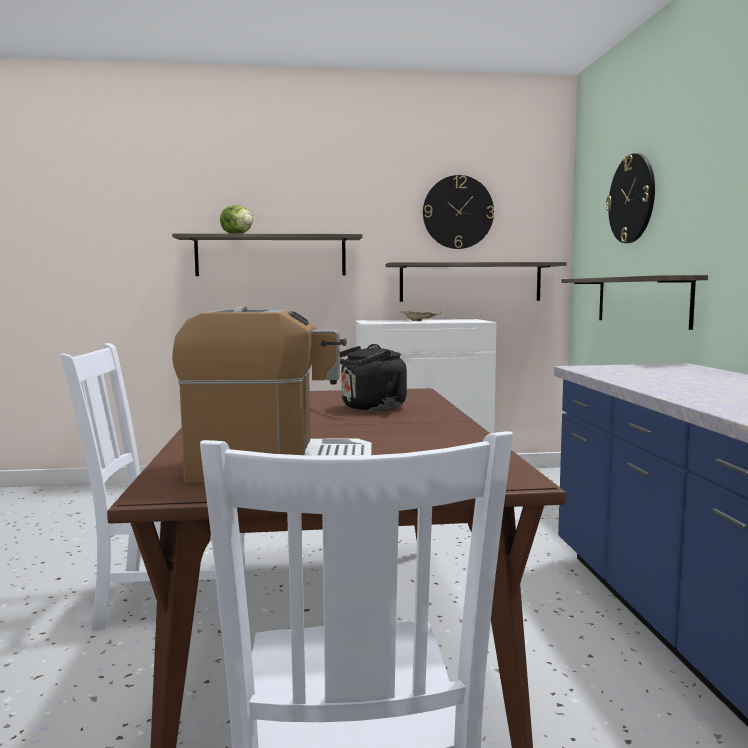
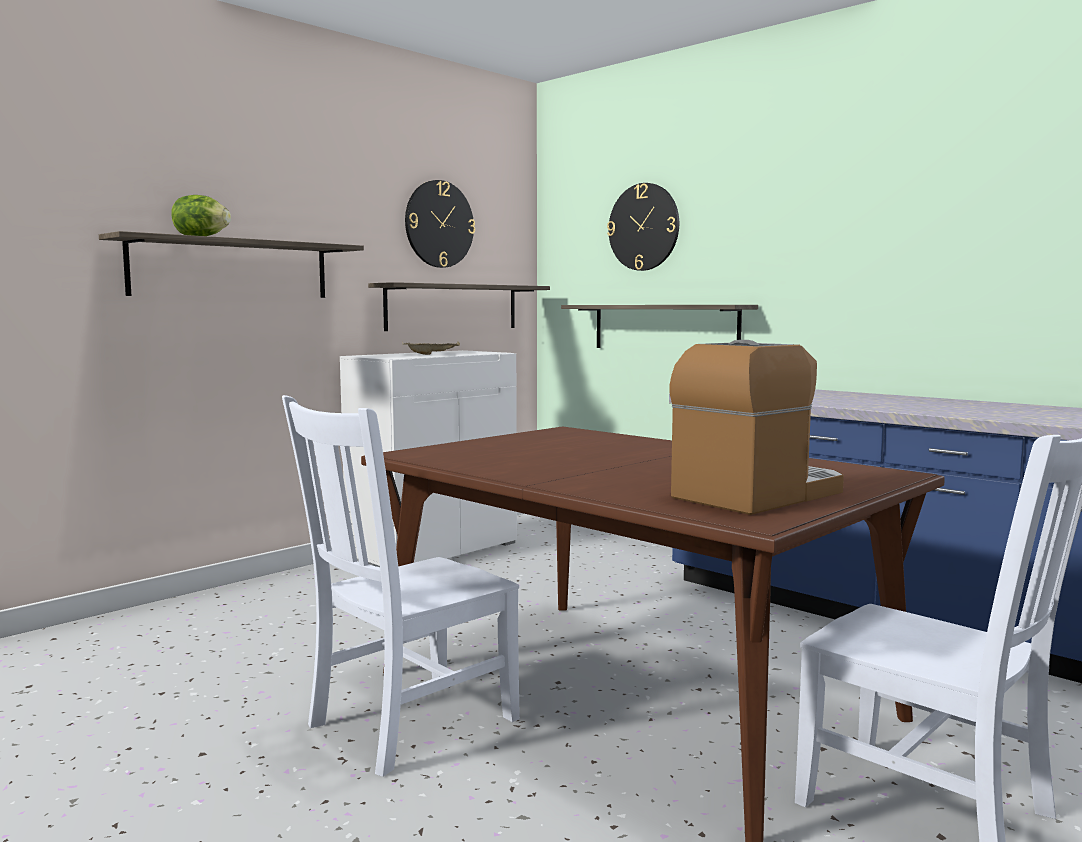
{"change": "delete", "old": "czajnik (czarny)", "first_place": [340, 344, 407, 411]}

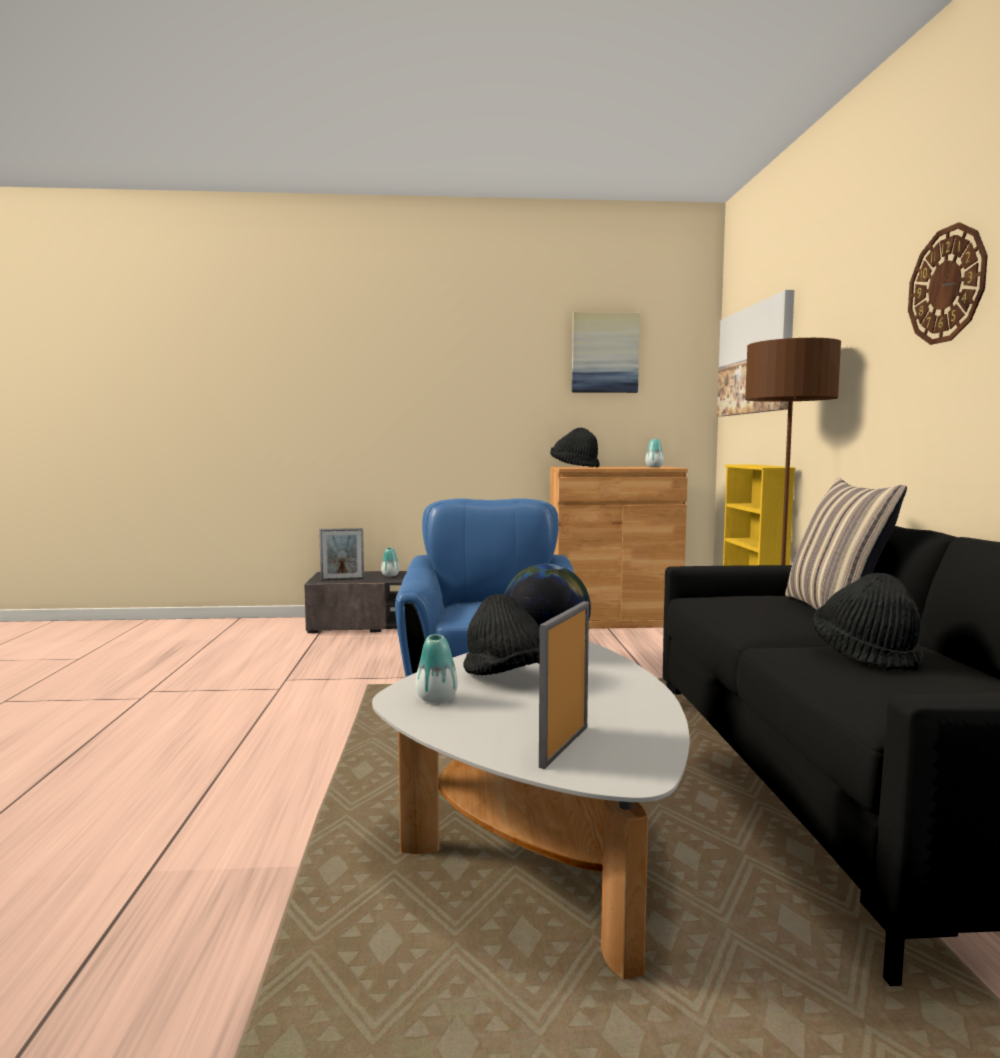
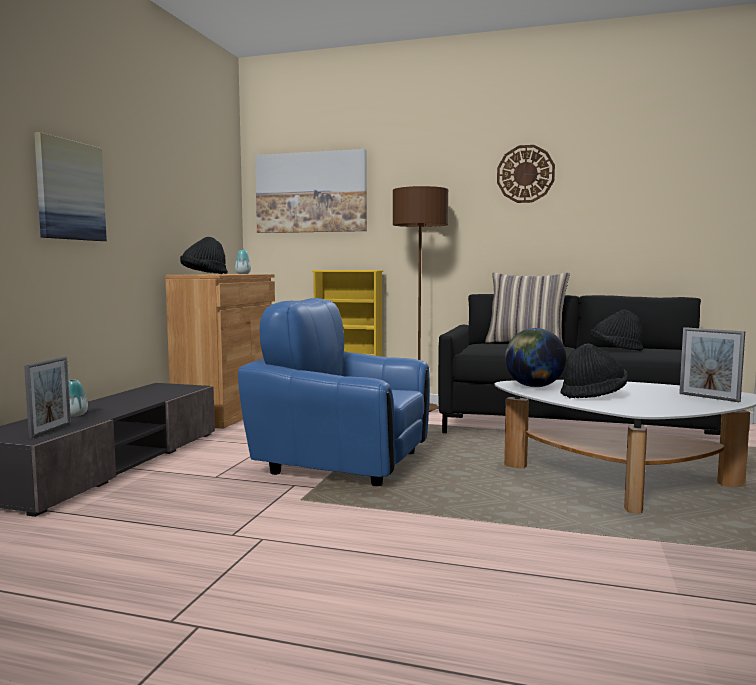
{"change": "move", "old": "obraz", "first_place": [572, 312, 640, 393], "second_place": [34, 132, 107, 241]}
{"change": "delete", "old": "wazon", "first_place": [416, 634, 458, 703]}

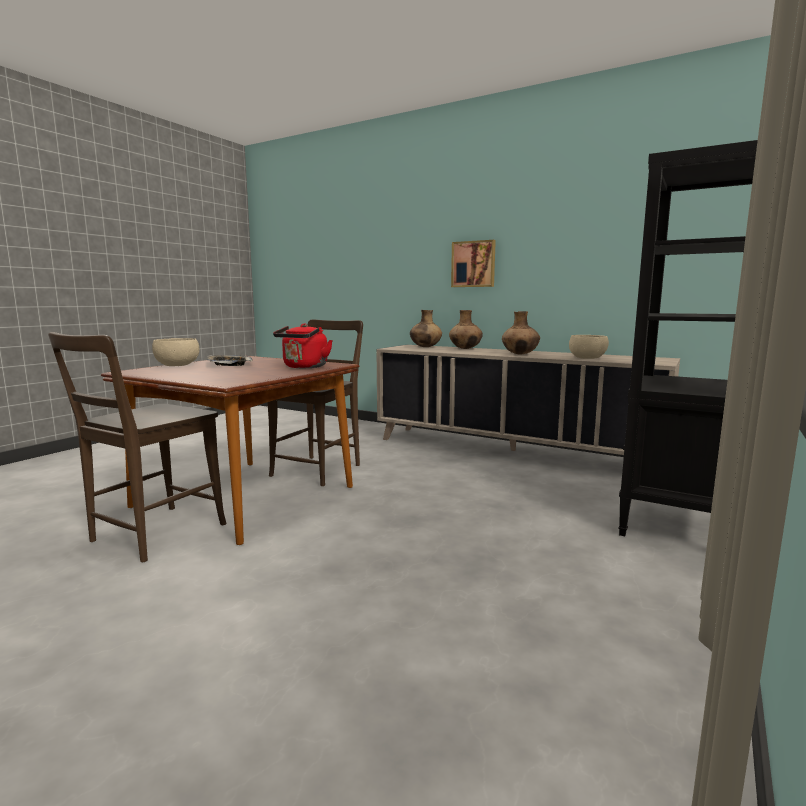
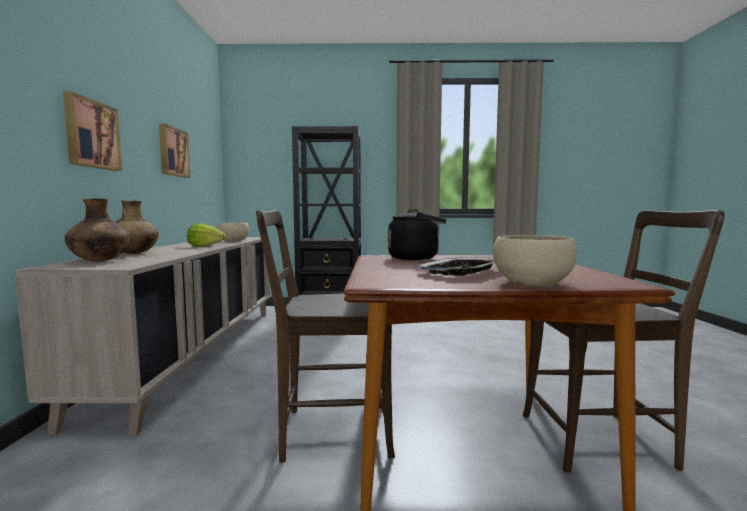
{"change": "insert", "new": "obraz", "second_place": [159, 124, 191, 178]}
{"change": "replace", "old": "wazon (brązowy)", "new": "sałata", "first_place": [502, 311, 540, 354], "second_place": [187, 223, 226, 247]}
{"change": "recolor", "old": "czajnik (czerwony)", "new": "czajnik (czarny)", "first_place": [273, 324, 333, 368], "second_place": [388, 209, 446, 260]}

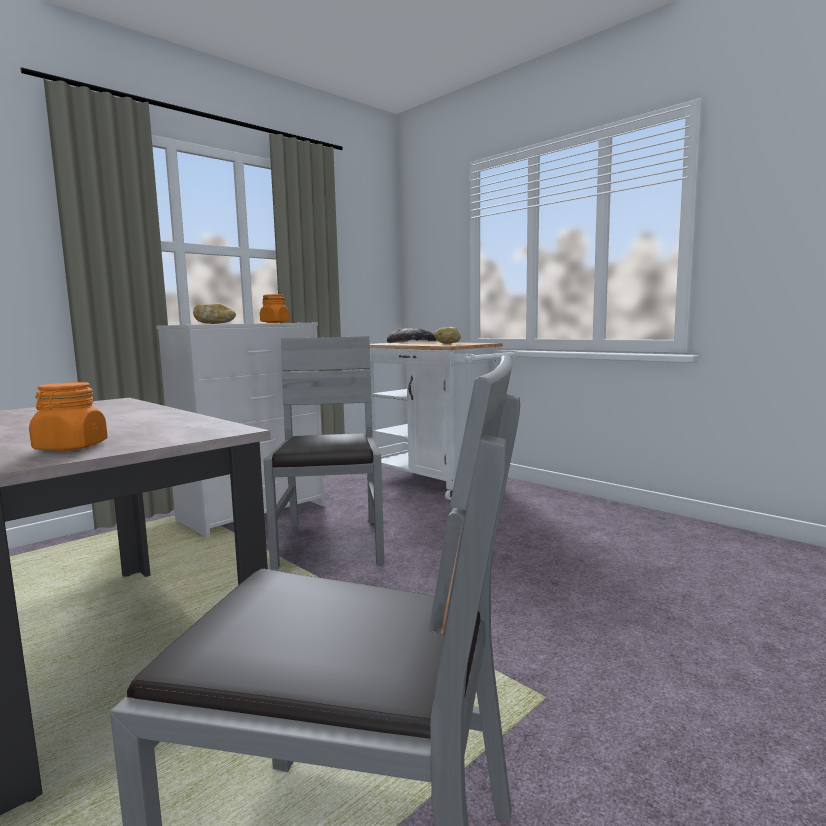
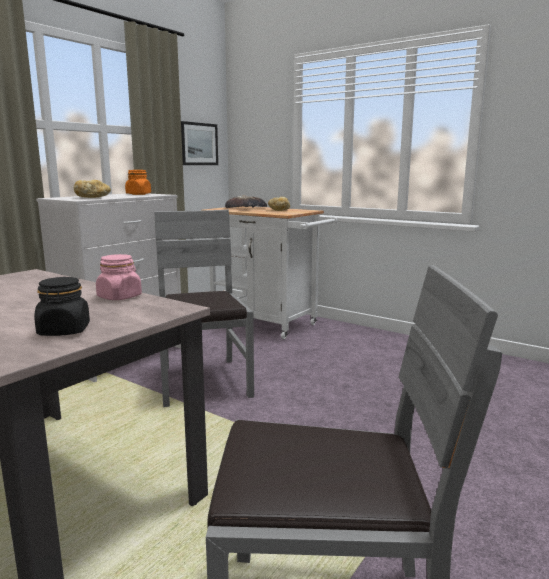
{"change": "recolor", "old": "słoik (pomarańczowy)", "new": "słoik (czarny)", "first_place": [29, 382, 108, 451], "second_place": [34, 277, 90, 336]}
{"change": "insert", "new": "słoik (różowy)", "second_place": [96, 254, 142, 300]}
{"change": "insert", "new": "obraz", "second_place": [181, 121, 218, 165]}

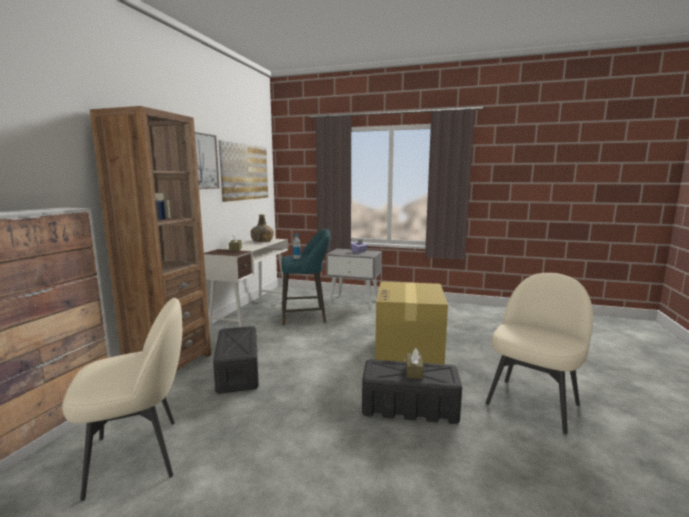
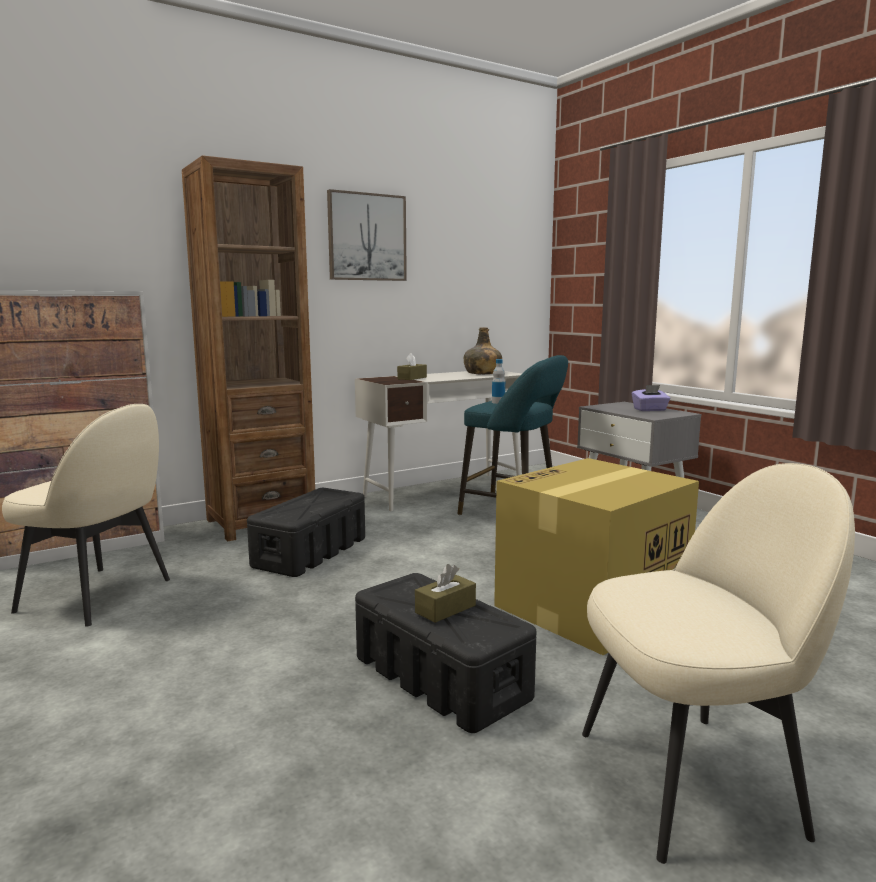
{"change": "delete", "old": "obraz", "first_place": [218, 140, 268, 202]}

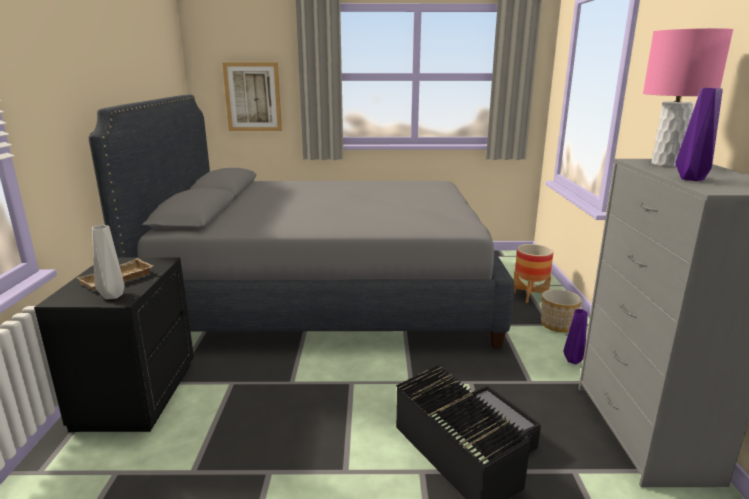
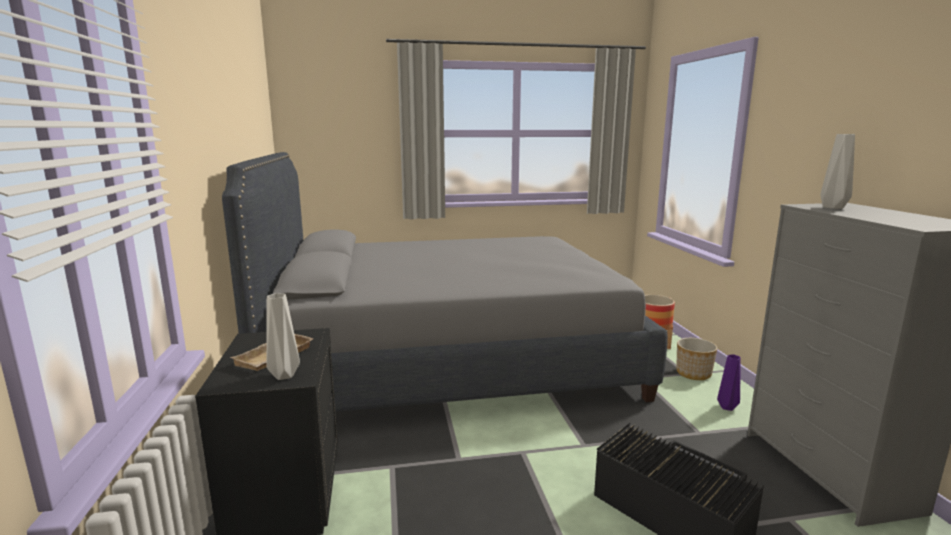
{"change": "replace", "old": "lampa stołowa (różowy)", "new": "wazon (szary)", "first_place": [643, 28, 733, 167], "second_place": [820, 134, 855, 209]}
{"change": "delete", "old": "obraz", "first_place": [222, 63, 282, 131]}
{"change": "delete", "old": "wazon (fioletowy)", "first_place": [675, 88, 723, 181]}

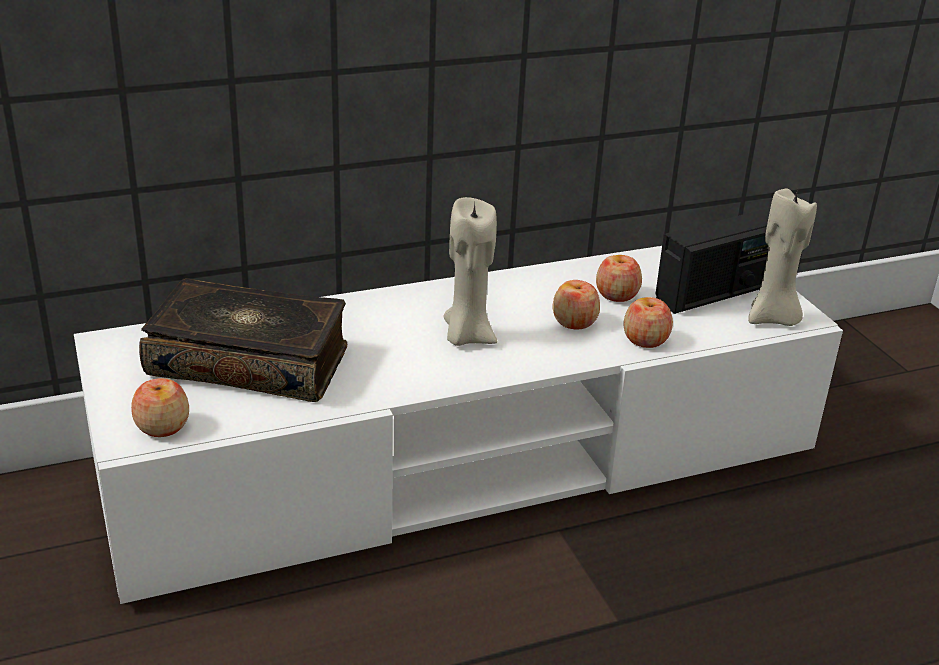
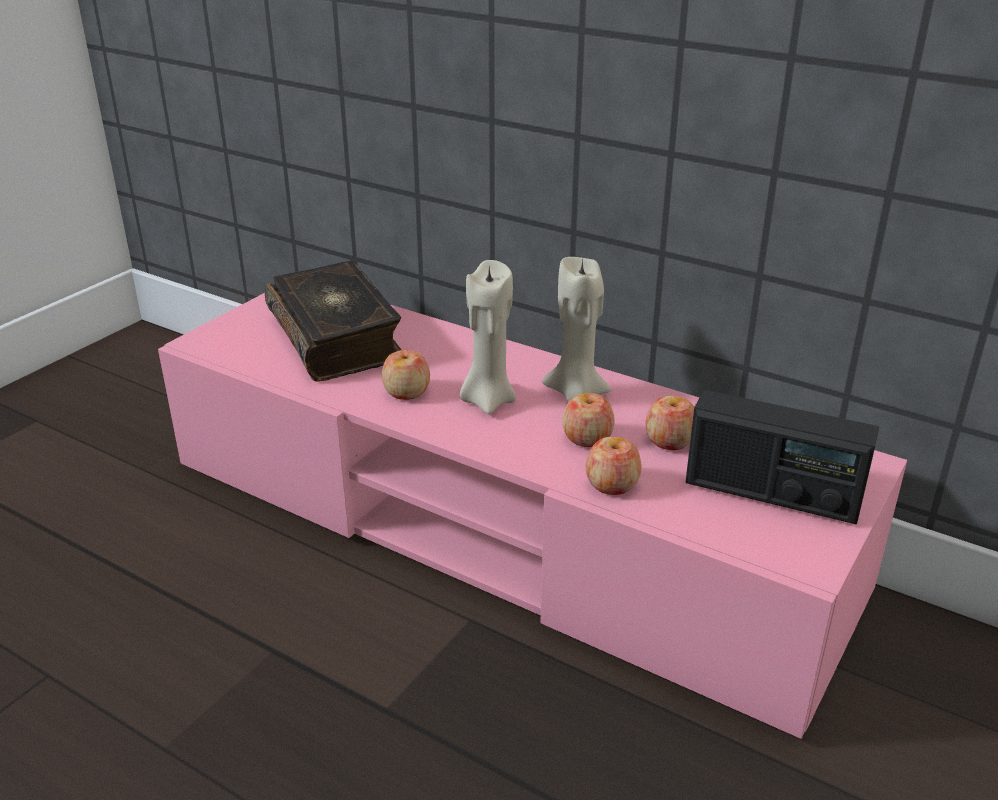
{"change": "recolor", "old": "szafka pod telewizor (biały)", "new": "szafka pod telewizor (różowy)", "first_place": [74, 246, 843, 604], "second_place": [158, 293, 907, 739]}
{"change": "move", "old": "jabłko", "first_place": [131, 378, 189, 437], "second_place": [382, 350, 430, 400]}
{"change": "move", "old": "świeca (beżowy)", "first_place": [748, 189, 817, 326], "second_place": [542, 257, 611, 402]}

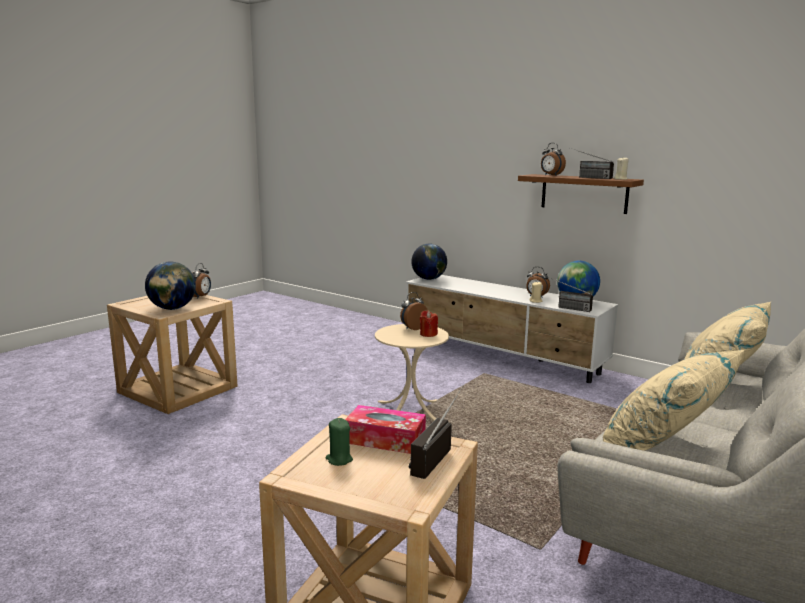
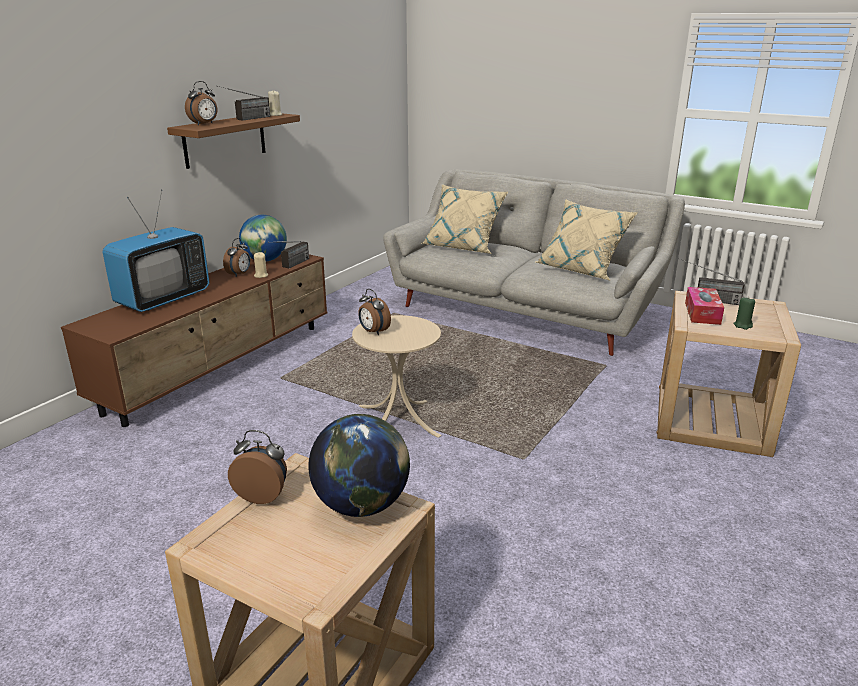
{"change": "recolor", "old": "szafka pod telewizor (biały)", "new": "szafka pod telewizor (brązowy)", "first_place": [406, 275, 618, 383], "second_place": [61, 249, 327, 427]}
{"change": "insert", "new": "telewizor", "second_place": [103, 190, 209, 312]}
{"change": "delete", "old": "globus", "first_place": [411, 243, 447, 280]}
{"change": "delete", "old": "świeca (czerwony)", "first_place": [420, 311, 438, 337]}

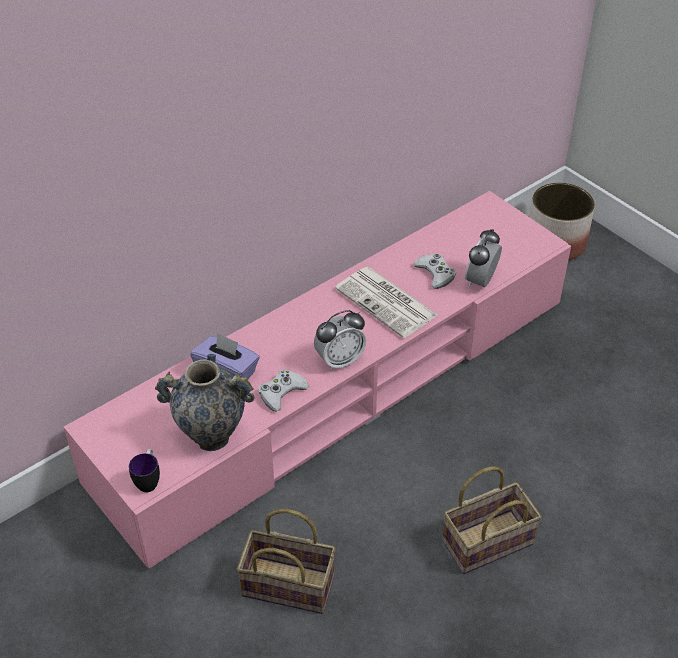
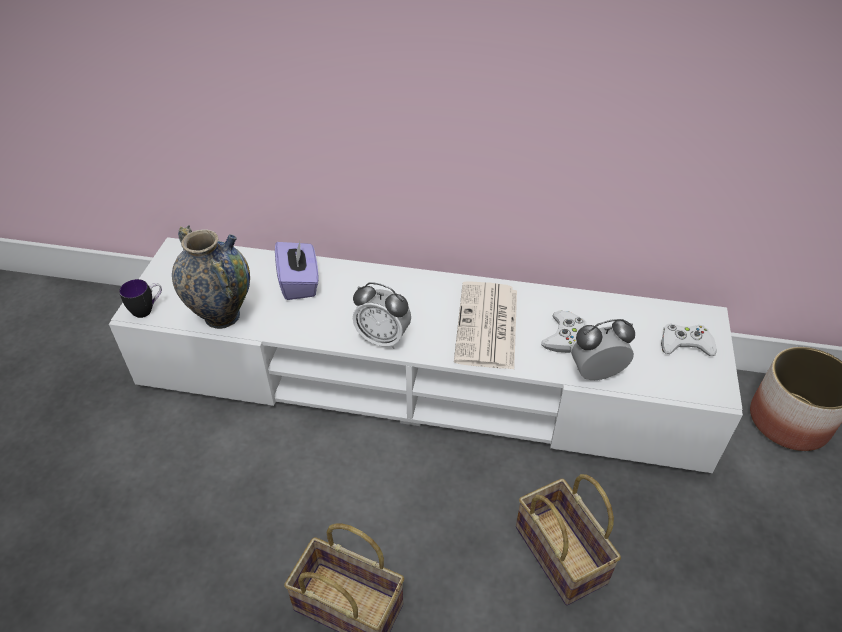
{"change": "recolor", "old": "szafka pod telewizor (różowy)", "new": "szafka pod telewizor (biały)", "first_place": [64, 191, 571, 569], "second_place": [109, 237, 743, 473]}
{"change": "move", "old": "koszyk", "first_place": [237, 509, 336, 614], "second_place": [516, 474, 621, 605]}
{"change": "move", "old": "pad do gier (biały)", "first_place": [258, 369, 309, 412], "second_place": [661, 323, 717, 356]}

